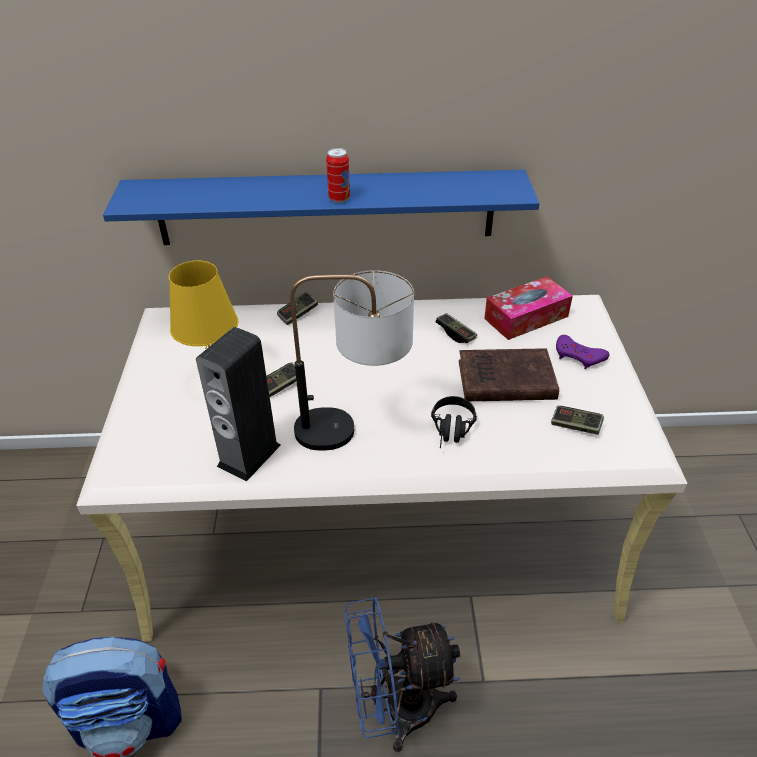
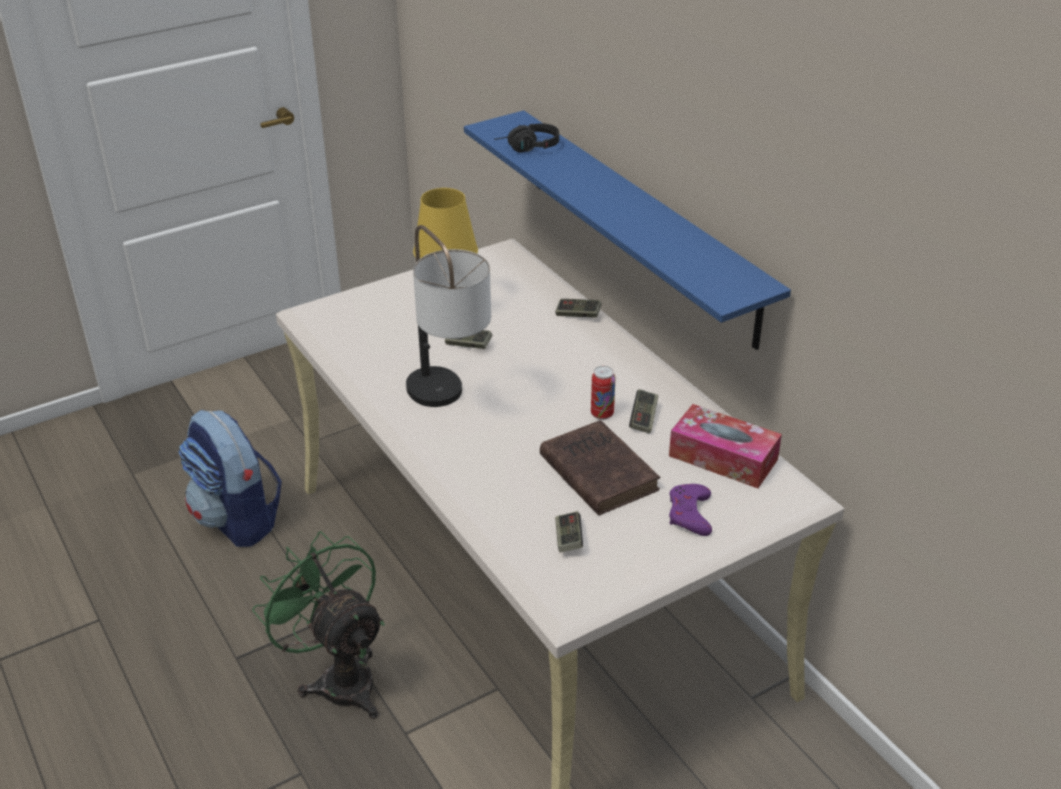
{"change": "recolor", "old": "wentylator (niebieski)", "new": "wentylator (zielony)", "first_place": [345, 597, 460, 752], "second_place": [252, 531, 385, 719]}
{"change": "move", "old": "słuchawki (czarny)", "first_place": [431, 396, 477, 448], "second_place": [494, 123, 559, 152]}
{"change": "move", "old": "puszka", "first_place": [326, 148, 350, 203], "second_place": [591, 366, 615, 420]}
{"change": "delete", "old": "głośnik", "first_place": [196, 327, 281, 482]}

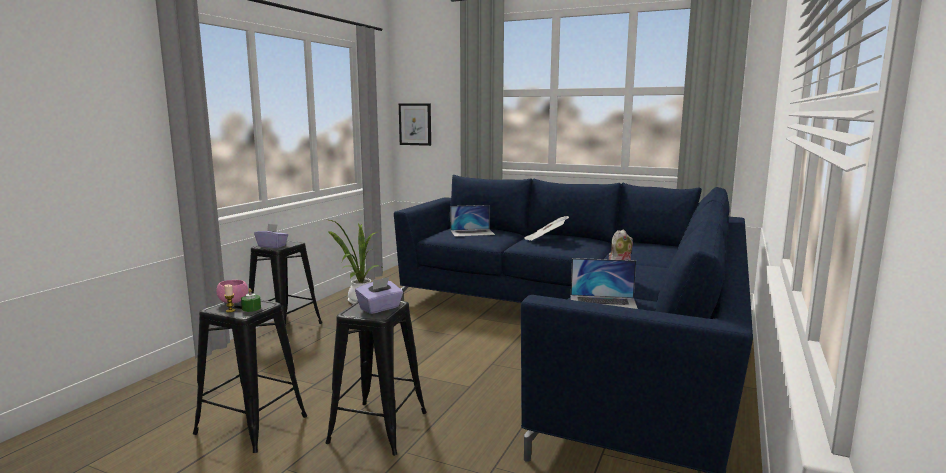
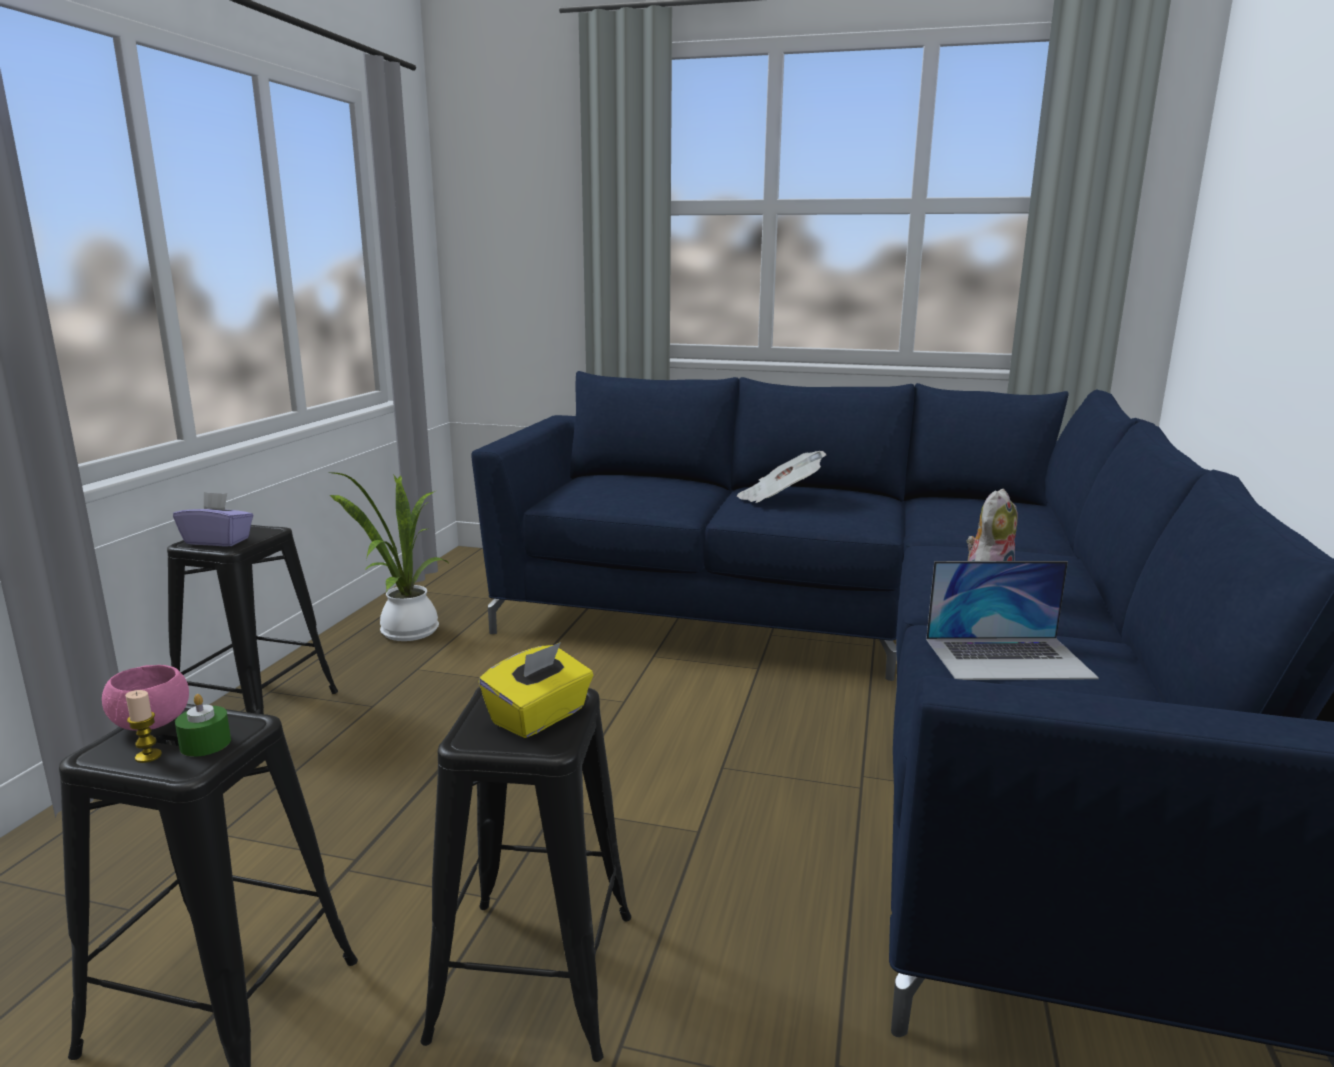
{"change": "recolor", "old": "pudełko chusteczek (fioletowy)", "new": "pudełko chusteczek (żółty)", "first_place": [355, 277, 403, 314], "second_place": [479, 642, 593, 738]}
{"change": "delete", "old": "obraz", "first_place": [399, 103, 431, 146]}
{"change": "delete", "old": "laptop", "first_place": [450, 205, 495, 236]}

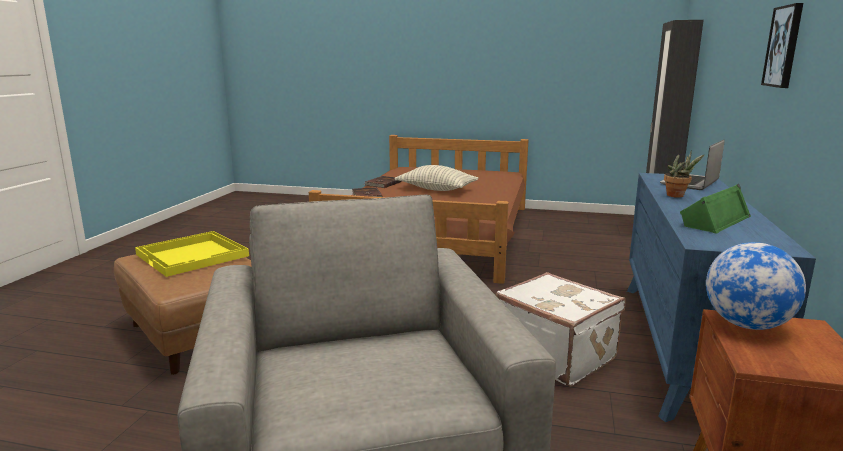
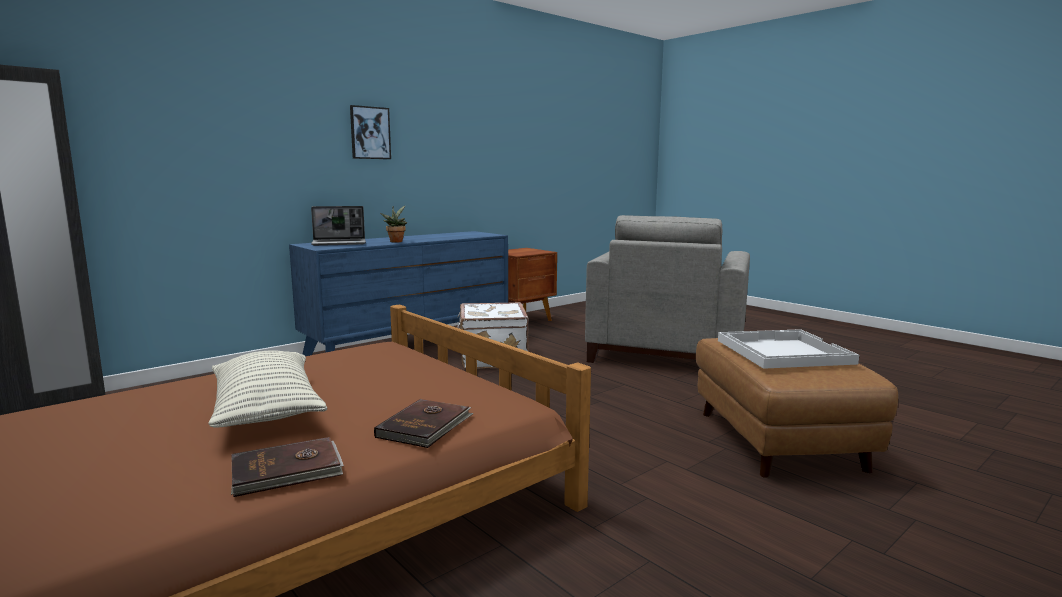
{"change": "recolor", "old": "taca (żółty)", "new": "taca (biały)", "first_place": [135, 231, 249, 277], "second_place": [718, 329, 859, 369]}
{"change": "delete", "old": "głośnik (zielony)", "first_place": [680, 184, 751, 234]}
{"change": "delete", "old": "globus", "first_place": [706, 242, 806, 330]}

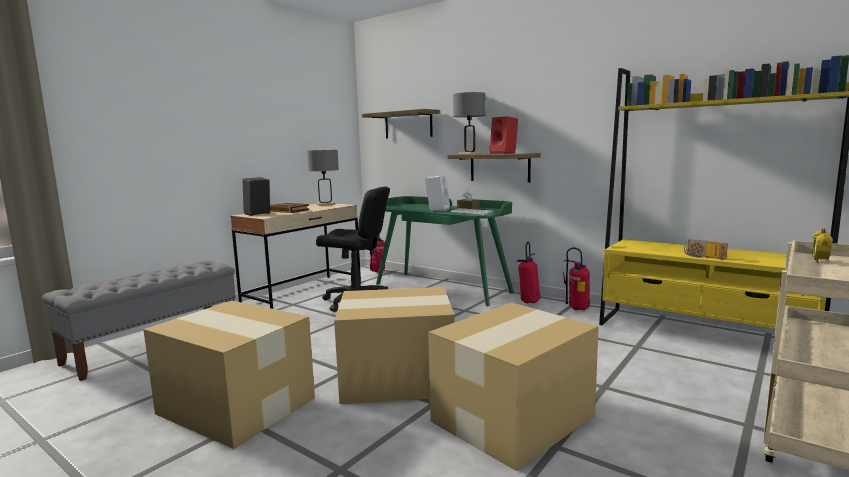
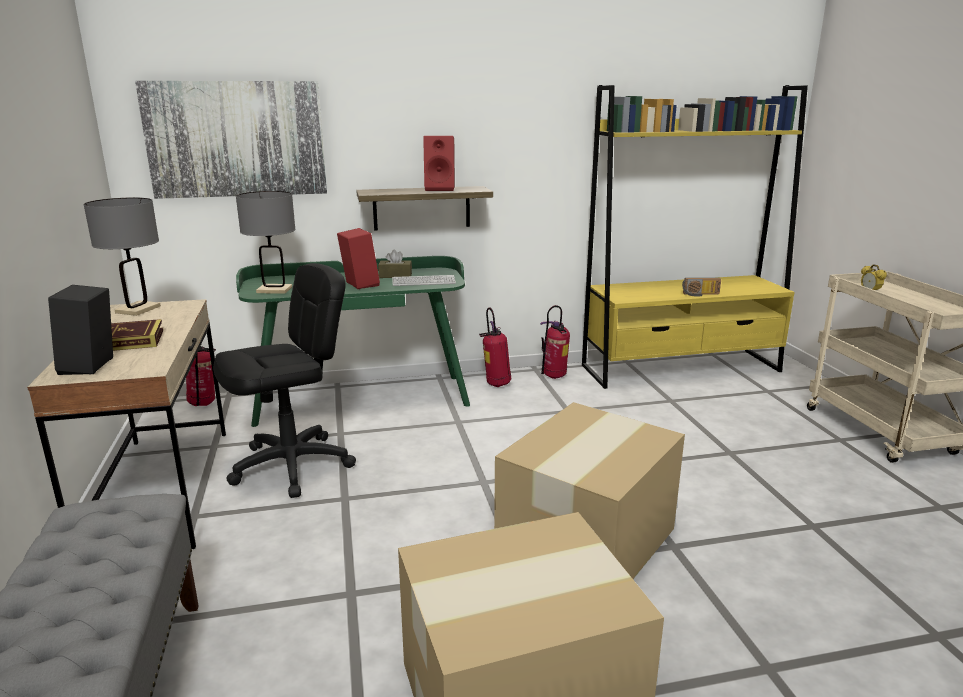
{"change": "replace", "old": "półka", "new": "obraz", "first_place": [362, 109, 440, 138], "second_place": [135, 81, 327, 199]}
{"change": "move", "old": "lampa stołowa (szary)", "first_place": [453, 92, 486, 154], "second_place": [236, 191, 296, 294]}
{"change": "recolor", "old": "głośnik (biały)", "new": "głośnik (czerwony)", "first_place": [425, 175, 450, 211], "second_place": [337, 228, 380, 289]}
{"change": "delete", "old": "karton", "first_place": [428, 303, 599, 471]}

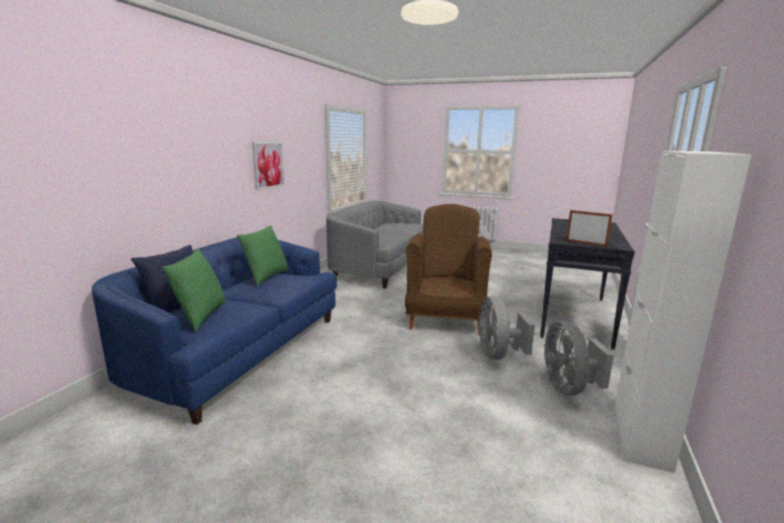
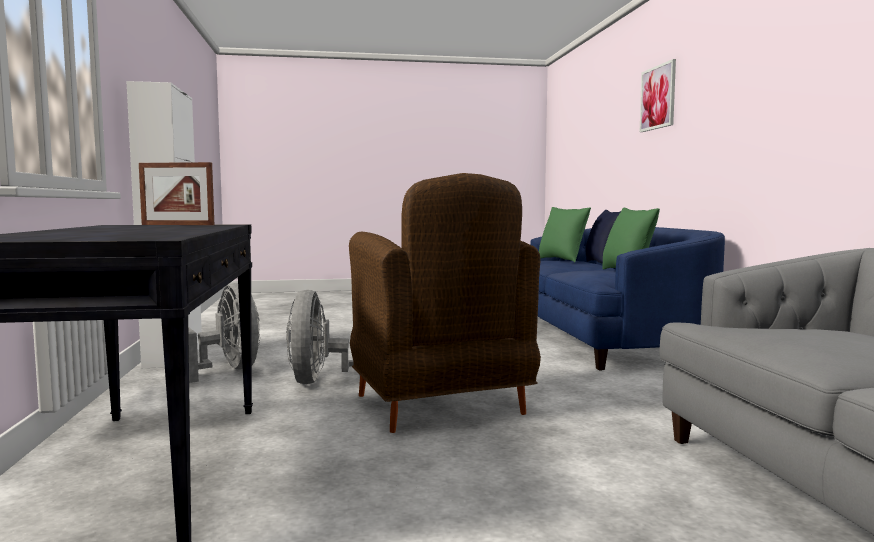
{"change": "rotate", "old": "wentylator (szary)", "first_place": [478, 296, 535, 360], "second_place": [286, 290, 354, 384], "degrees": -150}
{"change": "move", "old": "obraz", "first_place": [252, 142, 285, 190], "second_place": [640, 59, 676, 132]}

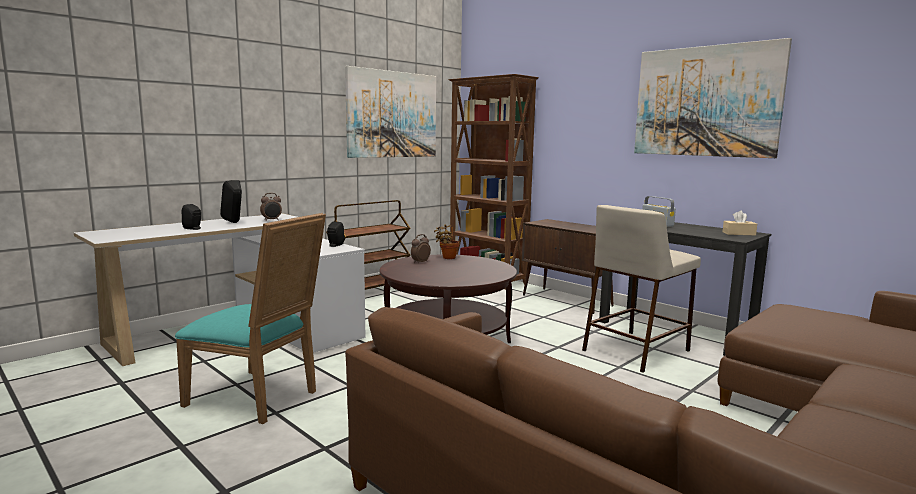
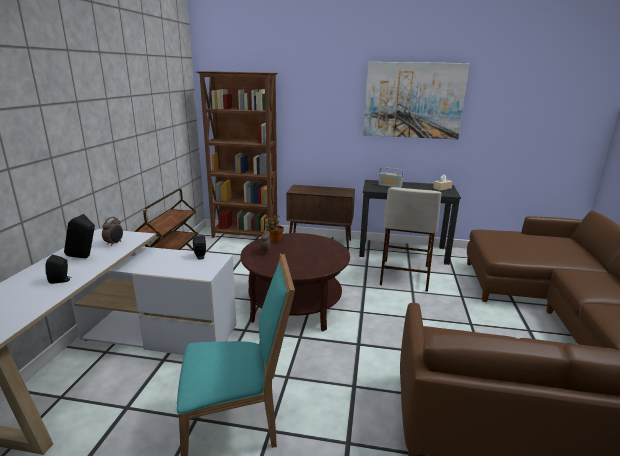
{"change": "delete", "old": "obraz", "first_place": [345, 66, 436, 158]}

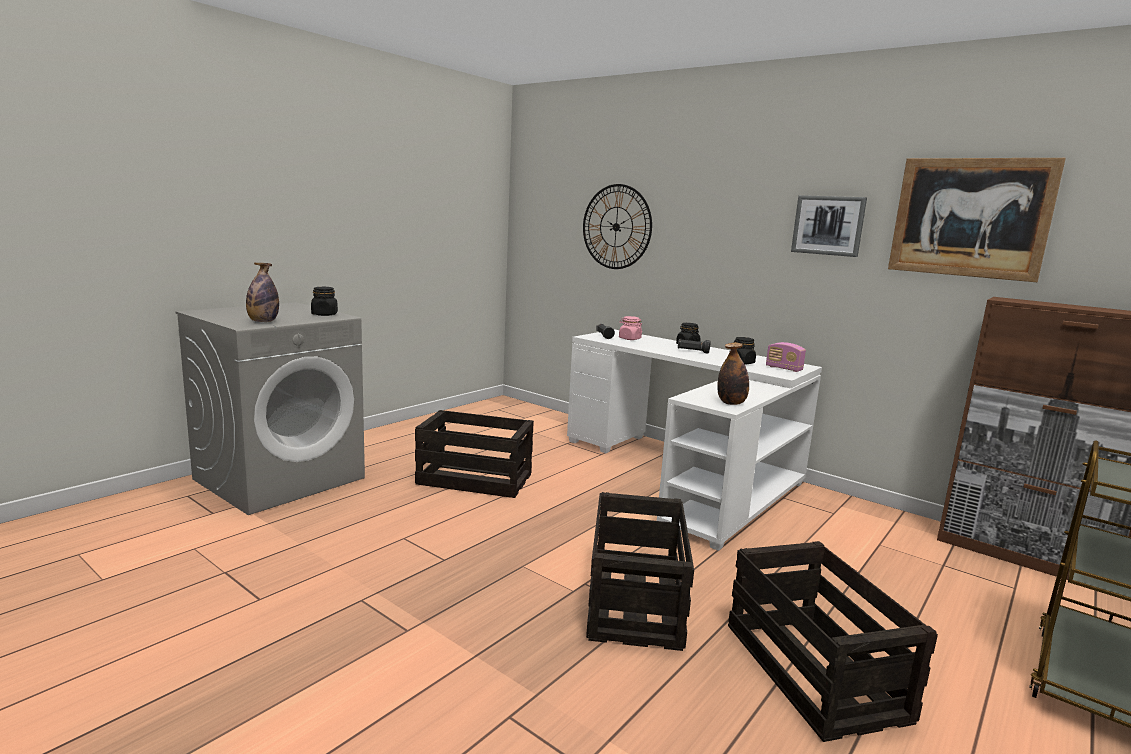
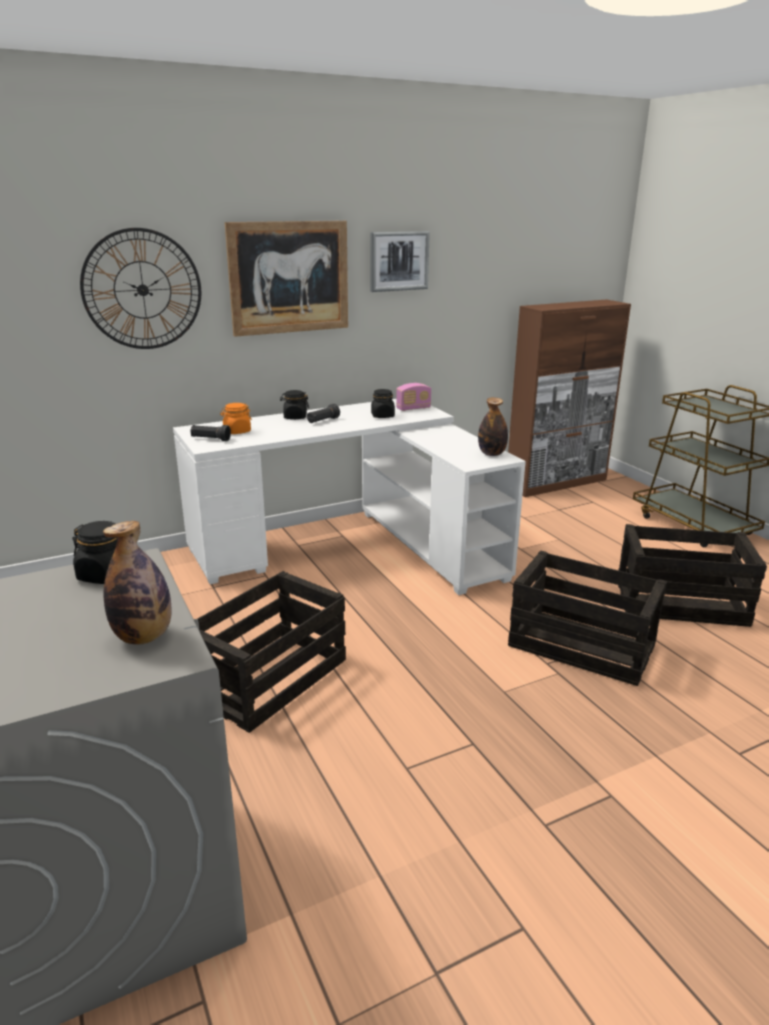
{"change": "recolor", "old": "słoik (różowy)", "new": "słoik (pomarańczowy)", "first_place": [619, 316, 642, 340], "second_place": [220, 403, 252, 434]}
{"change": "move", "old": "obraz", "first_place": [888, 158, 1066, 282], "second_place": [225, 221, 348, 337]}

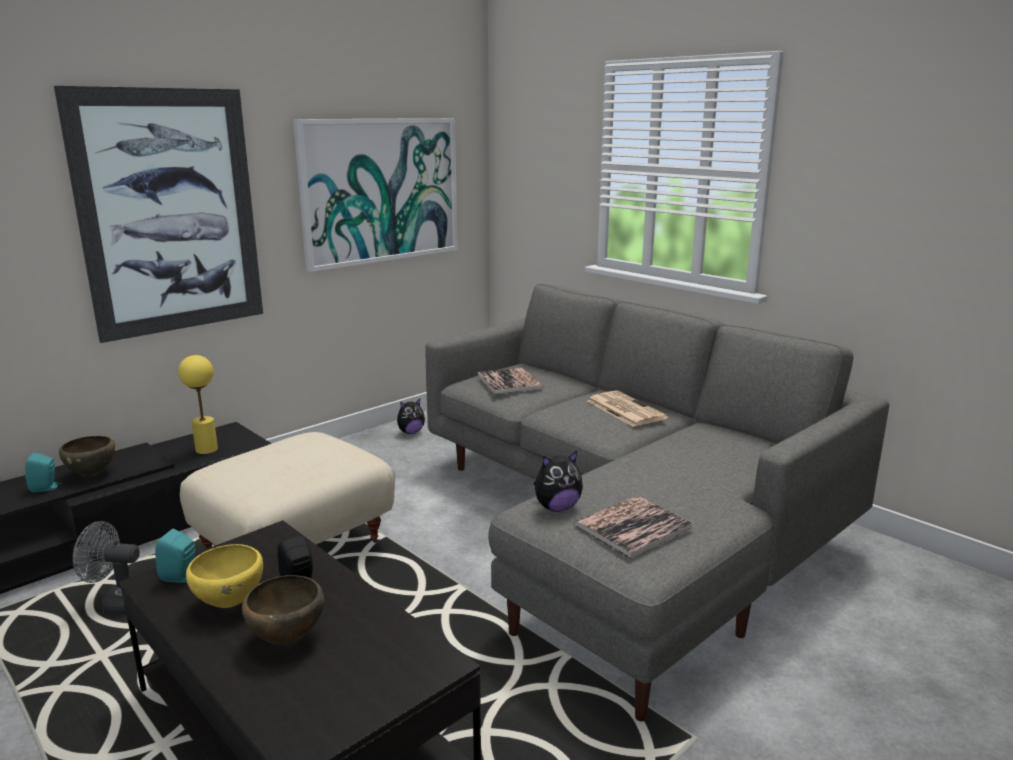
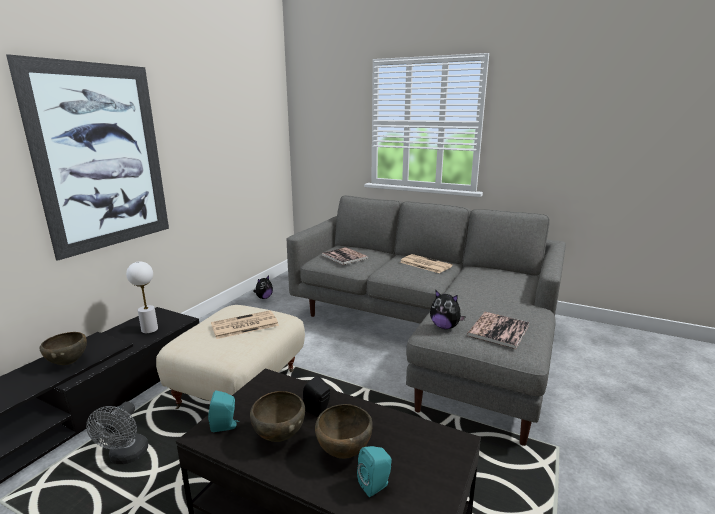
{"change": "rotate", "old": "wentylator (szary)", "first_place": [73, 521, 140, 616], "second_place": [86, 402, 148, 464], "degrees": -75}
{"change": "recolor", "old": "lampa stołowa (żółty)", "new": "lampa stołowa (biały)", "first_place": [178, 355, 218, 454], "second_place": [126, 262, 158, 334]}
{"change": "insert", "new": "gazeta", "second_place": [211, 310, 279, 339]}
{"change": "recolor", "old": "miska (żółty)", "new": "miska (brązowy)", "first_place": [186, 544, 263, 608], "second_place": [250, 391, 305, 442]}
{"change": "move", "old": "głośnik (turkusowy)", "first_place": [25, 453, 61, 492], "second_place": [357, 446, 392, 497]}
{"change": "rotate", "old": "pluszak", "first_place": [534, 451, 583, 512], "second_place": [430, 291, 466, 329], "degrees": 75}
{"change": "delete", "old": "obraz", "first_place": [293, 118, 458, 272]}

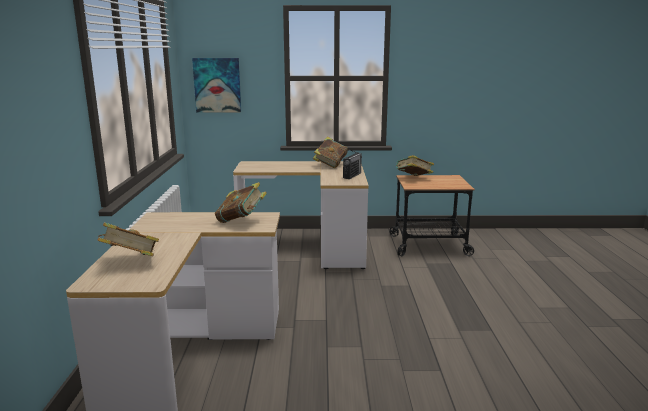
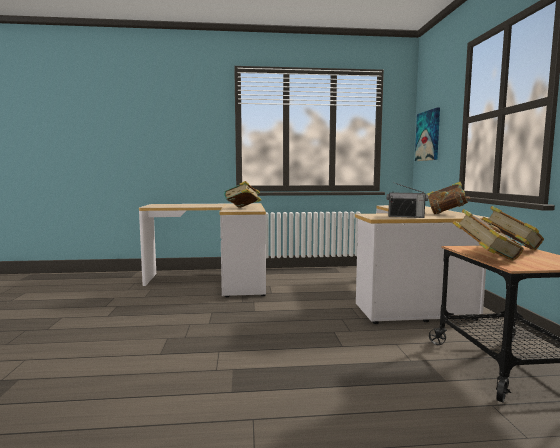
{"change": "move", "old": "książka", "first_place": [97, 223, 159, 256], "second_place": [453, 209, 524, 261]}

